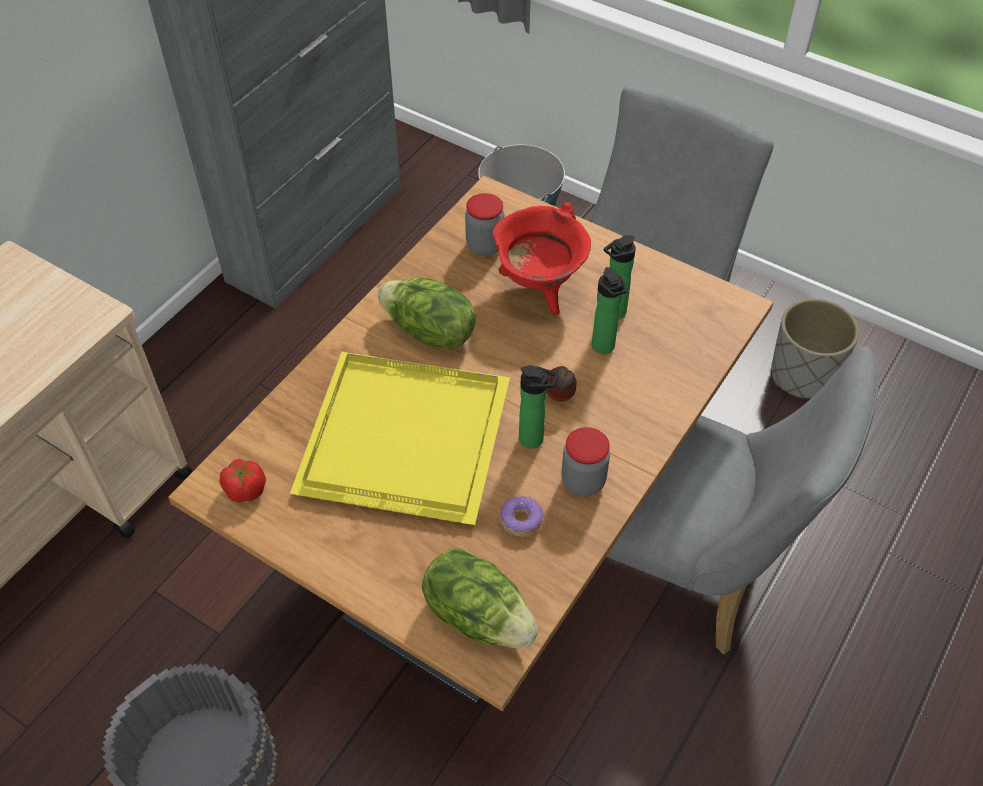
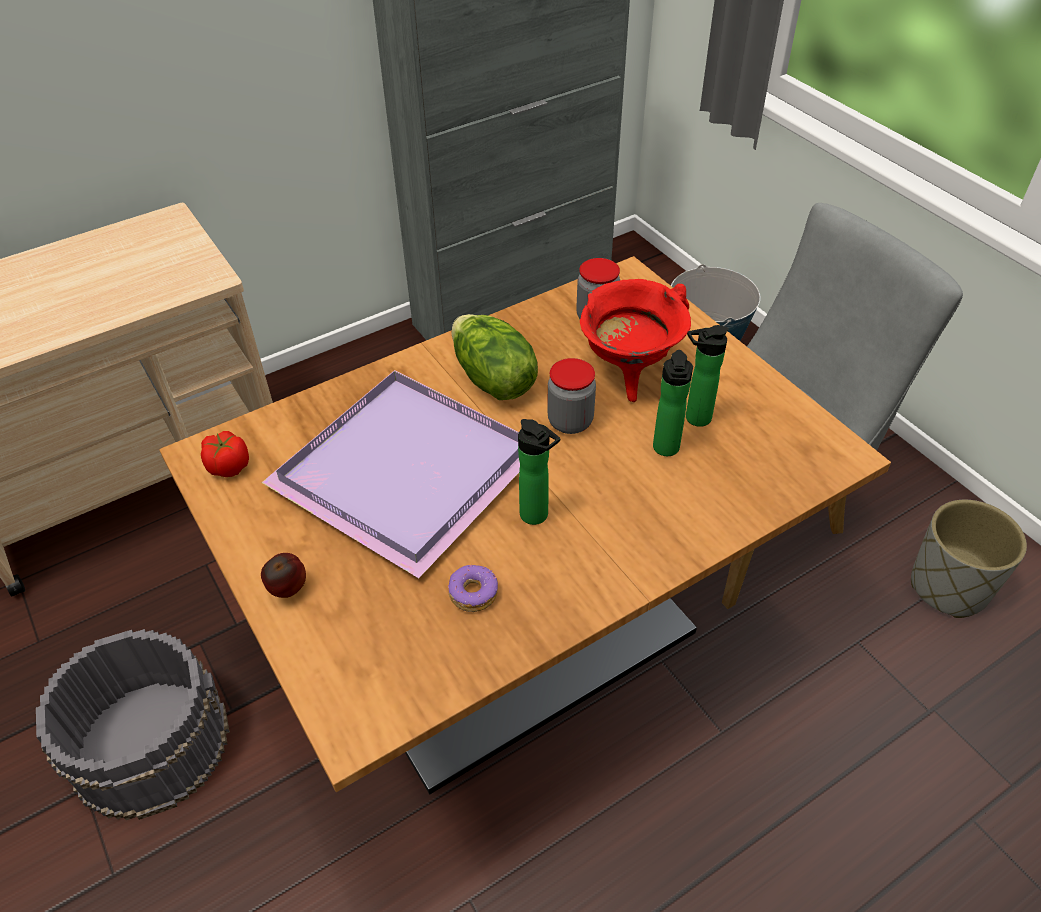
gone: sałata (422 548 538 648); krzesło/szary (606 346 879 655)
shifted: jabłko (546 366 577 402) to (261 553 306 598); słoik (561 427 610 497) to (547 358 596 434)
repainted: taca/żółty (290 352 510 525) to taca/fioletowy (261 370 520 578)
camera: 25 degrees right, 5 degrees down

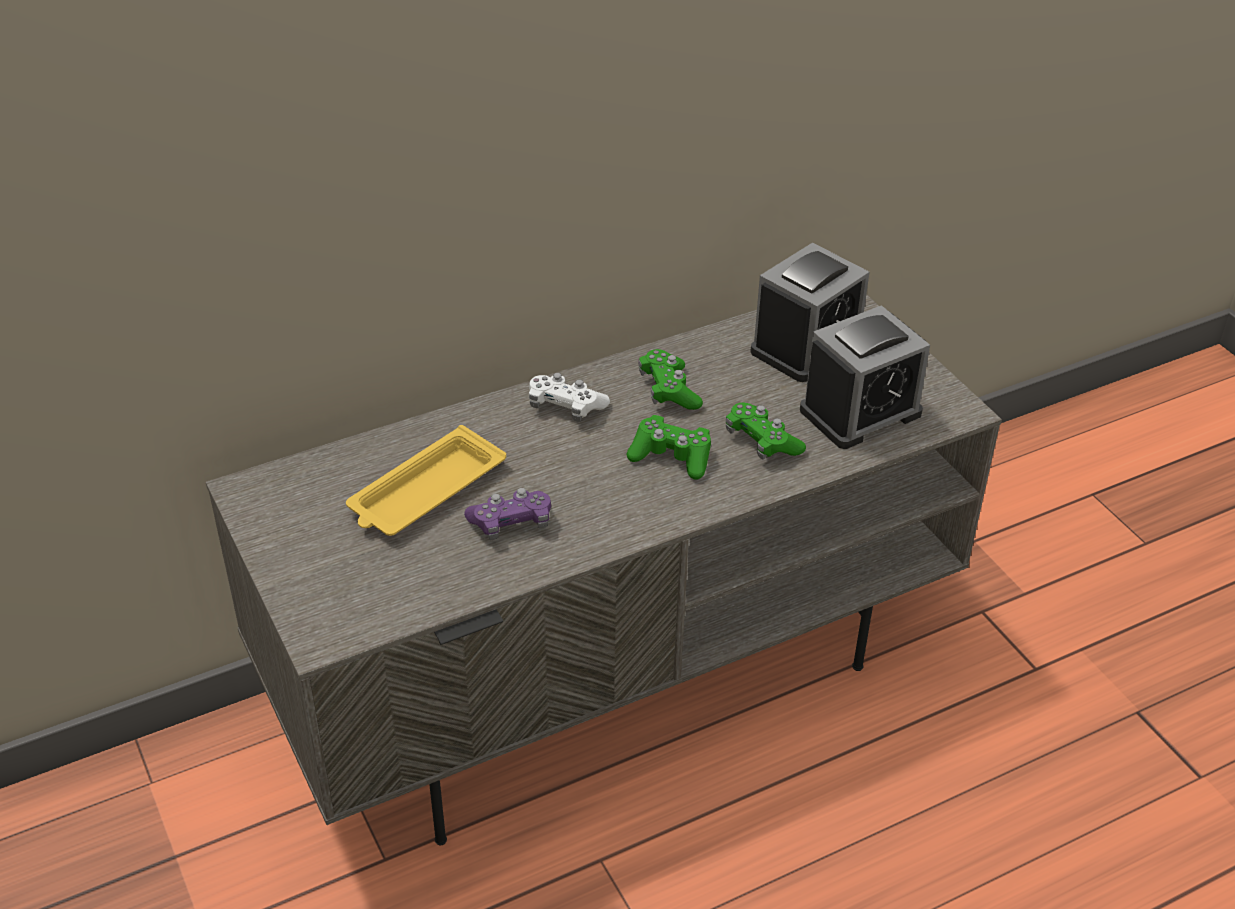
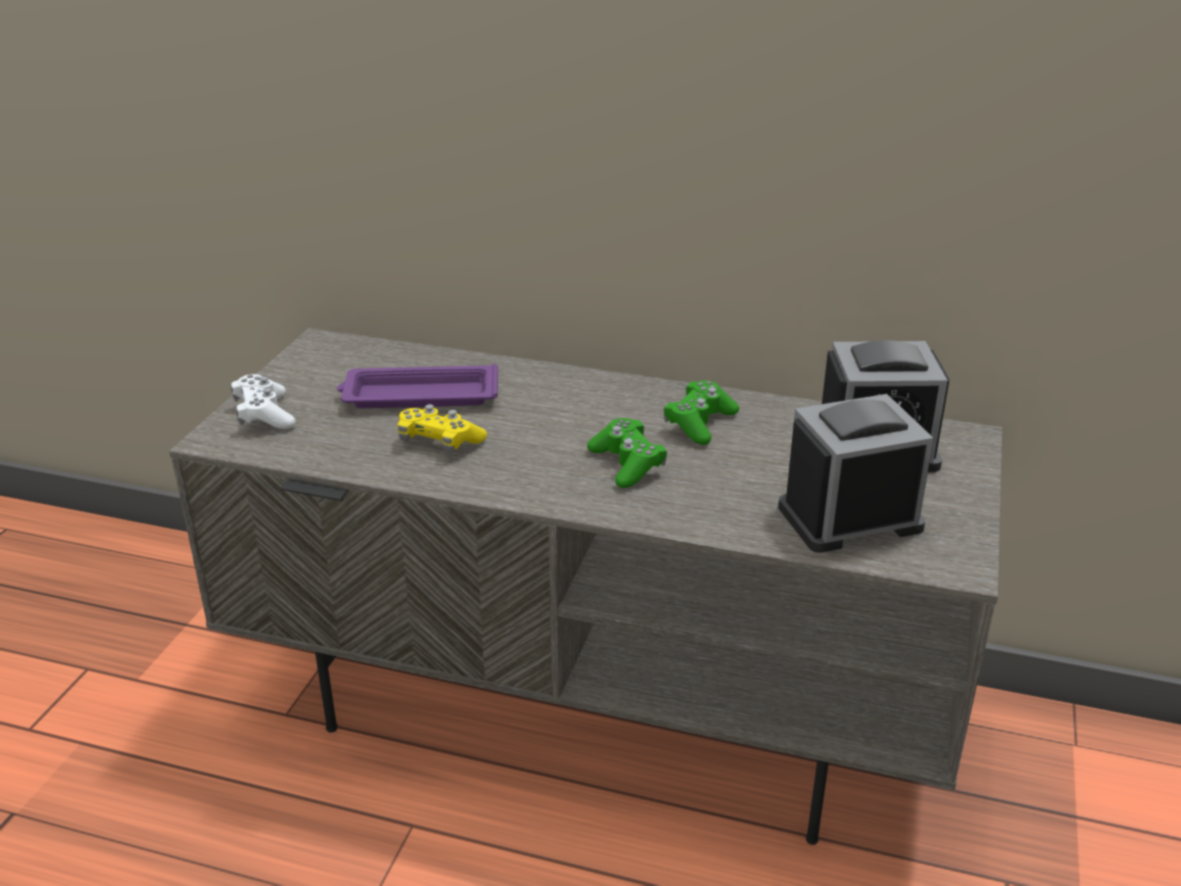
gone: pad do gier/zielony (726 403 806 459)
shifted: pad do gier/biały (529 373 610 422) to (231 374 295 429)
repainted: taca/żółty (346 425 506 536) to taca/fioletowy (337 364 498 408); pad do gier/fioletowy (464 488 551 540) to pad do gier/żółty (397 404 487 453)
rotated: budzik (800 305 930 449) = (778 394 934 553) 150 degrees clockwise
camera: 45 degrees right, 10 degrees down

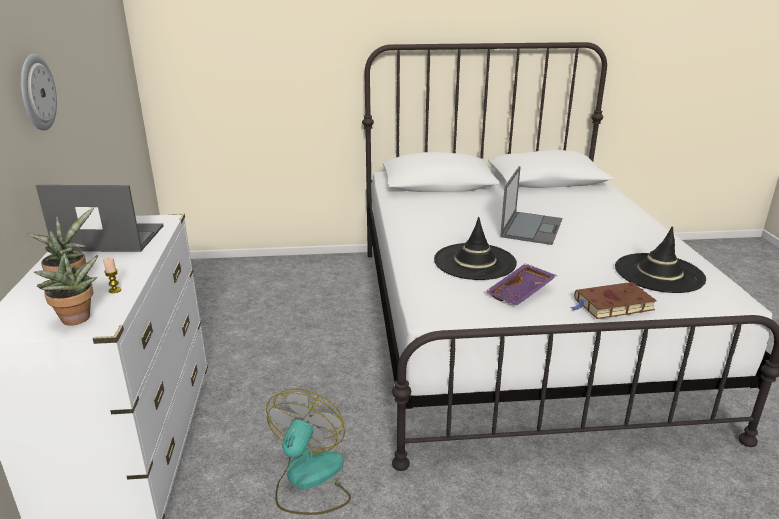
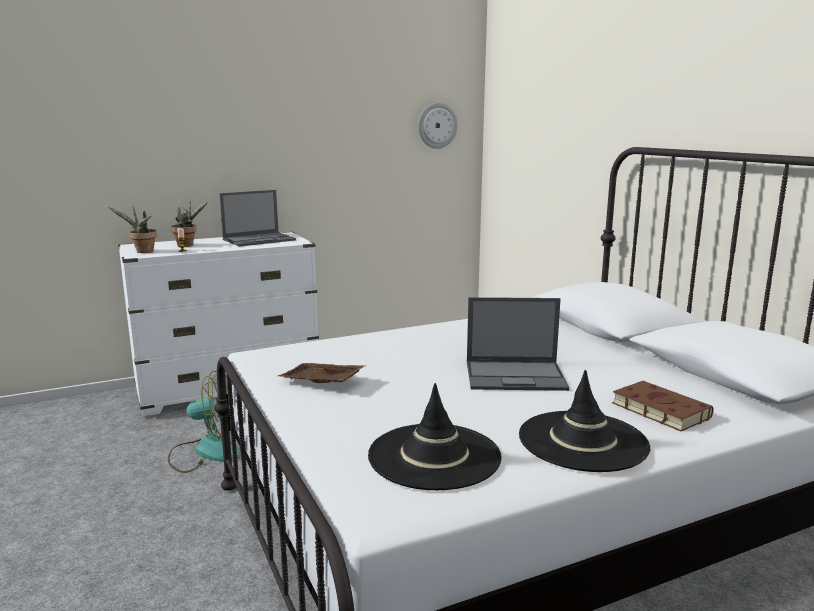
shifted: zegar ścienny (21 54 57 131) to (418 103 458 149); kapelusz/czarny (434 217 517 280) to (519 370 650 472); książka/brązowy (570 282 657 319) to (612 381 714 431)
repainted: taca/fioletowy (485 264 557 305) to taca/brązowy (278 363 365 383)
rotated: laptop (36 185 164 252) = (219 190 296 247) 75 degrees clockwise
camera: 70 degrees right, 10 degrees down

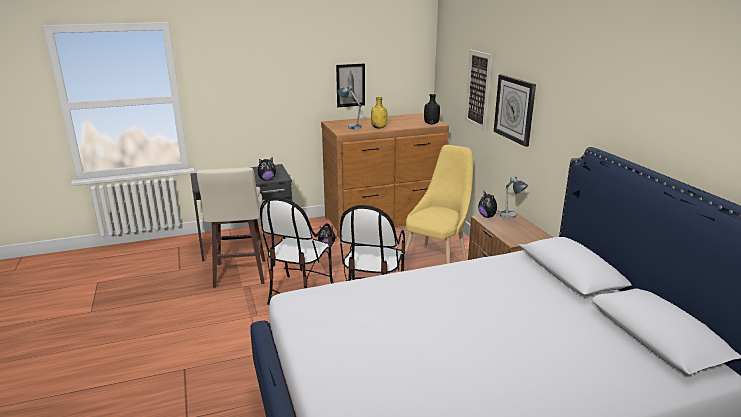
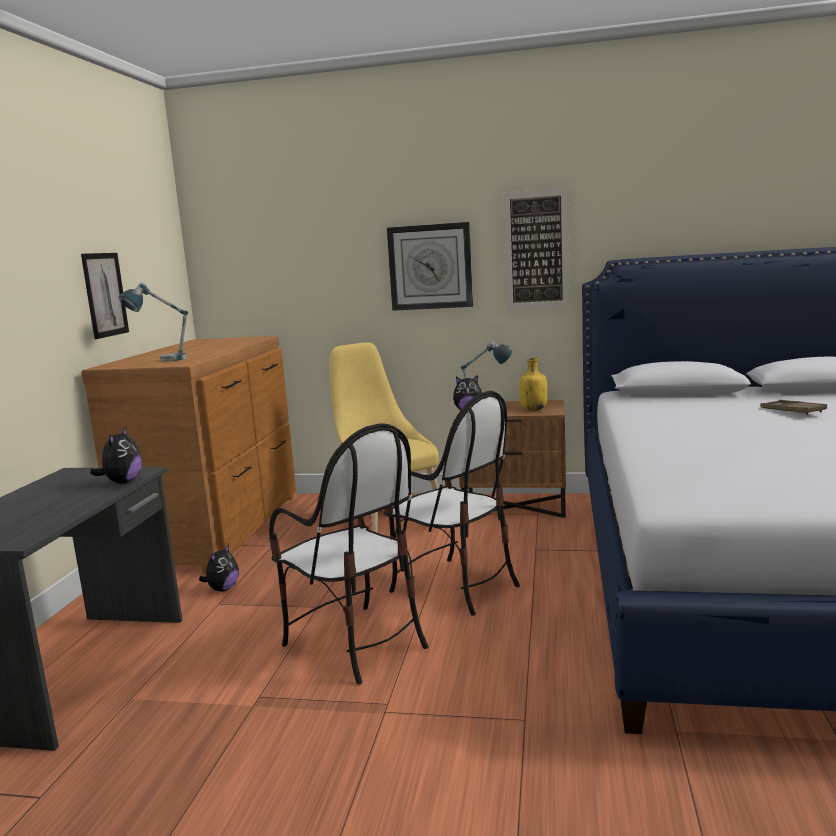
gone: stołek/beżowy (197 167 265 288); butelka/czarny (424 94 440 124)
new: taca/brązowy (761 400 827 415)
shifted: butelka/żółty (371 97 387 128) to (519 358 547 411); obraz (465 50 492 131) to (502 188 570 310)
camera: 60 degrees left, 10 degrees down

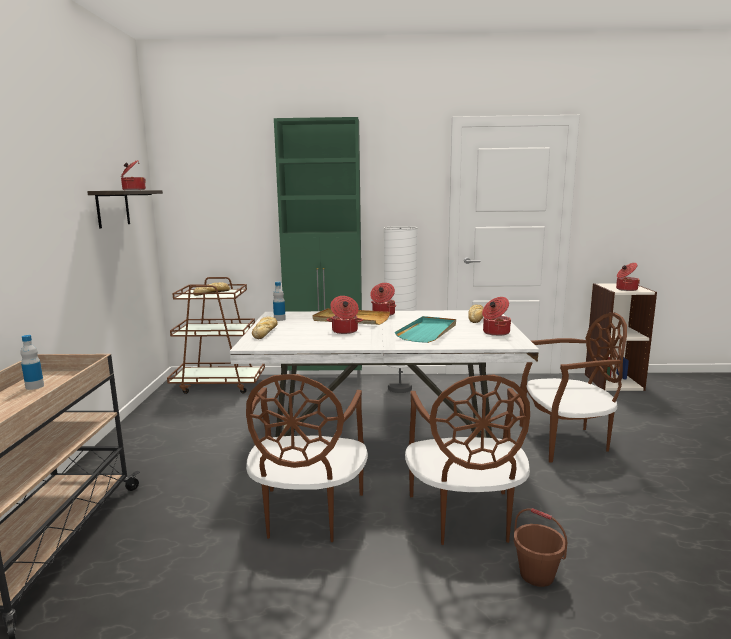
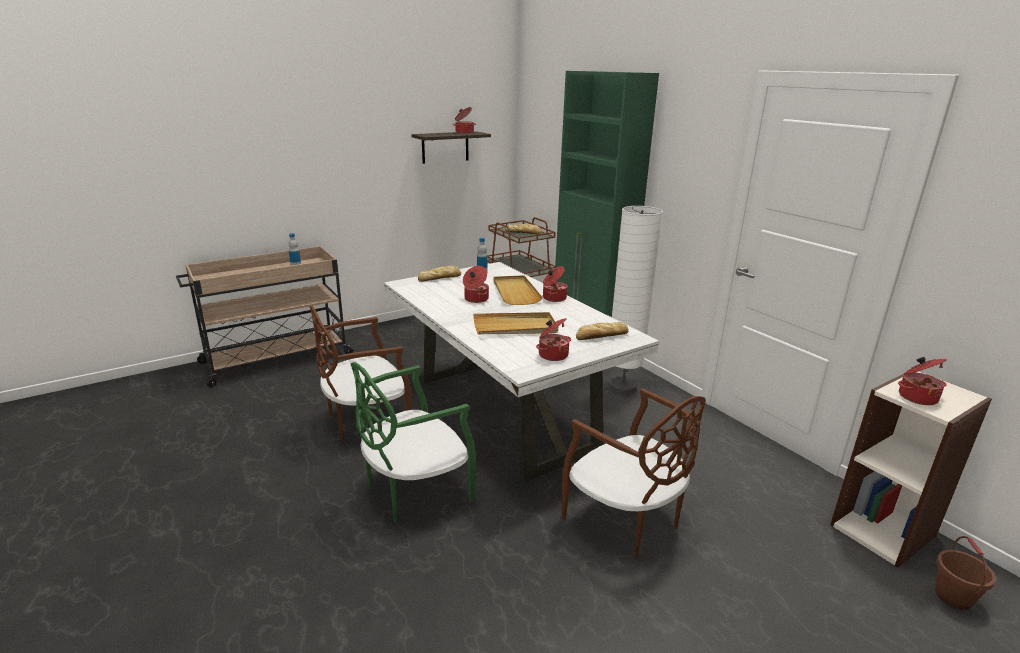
shifted: wiadro/brązowy (514 508 567 587) to (935 536 996 610)
repainted: taca/turkusowy (395 316 456 343) to taca/beżowy (473 312 558 334); krzesło/brązowy (405 375 530 545) to krzesło/zielony (350 362 476 522)
camera: 55 degrees right, 10 degrees up

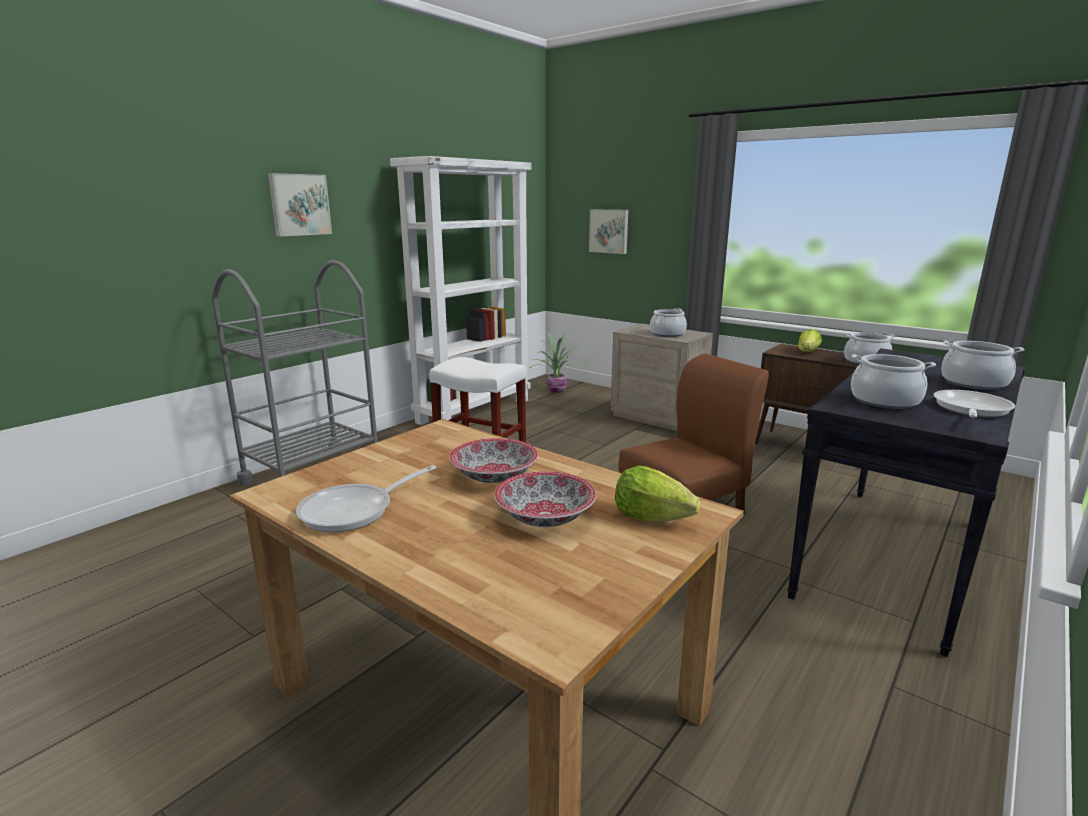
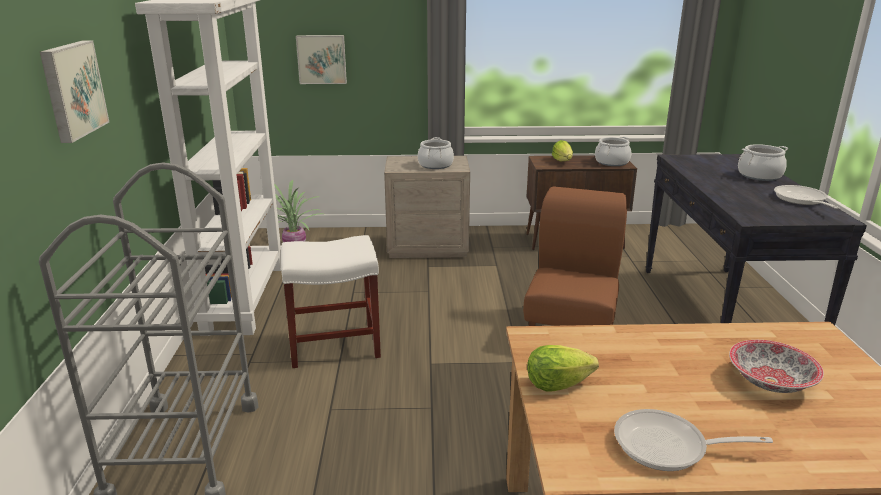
gone: miska (449 438 538 483); garnek (851 354 936 409)
shifted: sałata (615 465 701 522) to (527 345 599 392)
rotated: patelnia (296 465 437 532) = (614 409 773 471) 90 degrees clockwise
camera: 40 degrees left, 5 degrees up

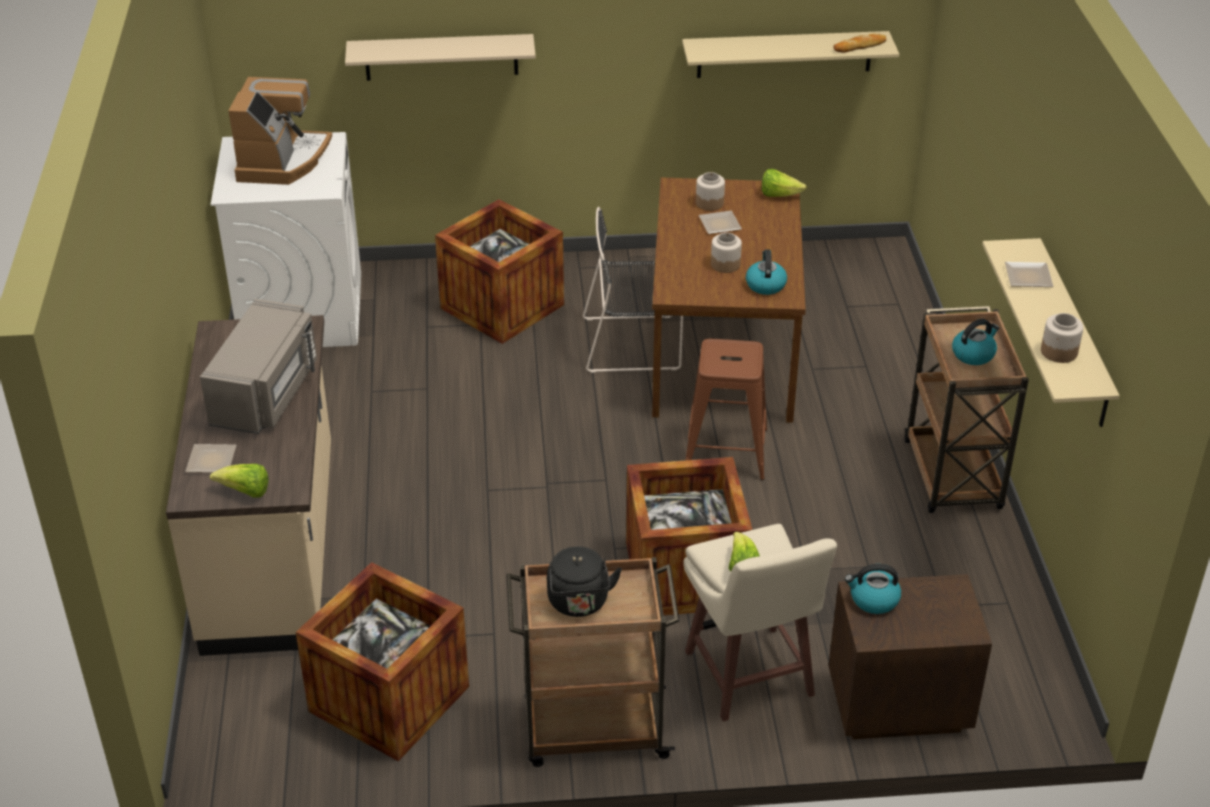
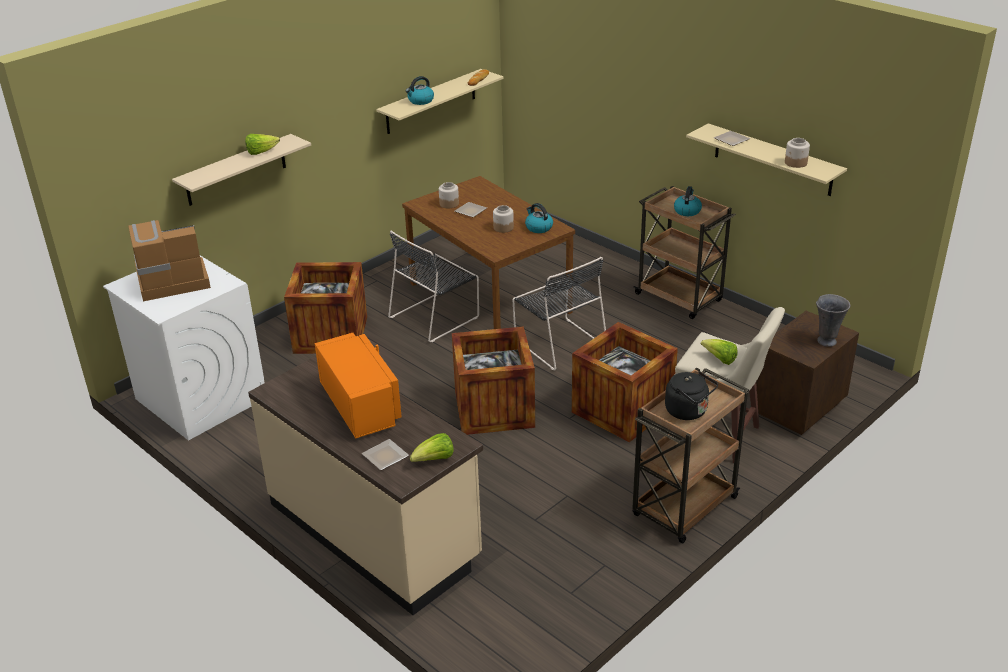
new: wazon/szary (816 294 850 347)
shifted: skrzynka (296 562 469 761) to (452 326 535 435); sałata (761 169 807 197) to (245 134 280 155); czajnik (845 564 901 614) to (405 76 434 105)
swapped: stołek/brązowy (686 339 767 480) to krzesło/czarny (512 257 606 370)
repainted: mikrofalówka/szary (200 299 317 434) to mikrofalówka/pomarańczowy (315 333 402 438)
rotated: ekspres do kawy (228 77 332 185) = (128 220 211 301) 75 degrees counterclockwise
camera: 40 degrees left, 5 degrees down

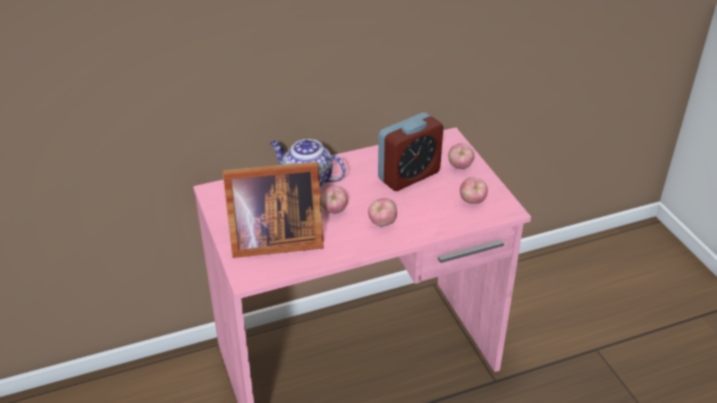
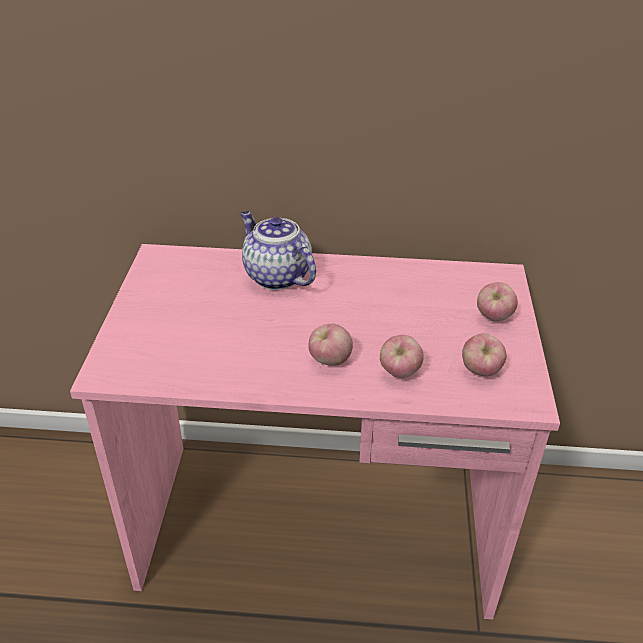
gone: ramka na zdjęcie (223 162 324 258); budzik (378 112 443 191)
shifted: jabłko (320 186 348 214) to (380 335 424 378)
camera: 25 degrees right, 0 degrees up

